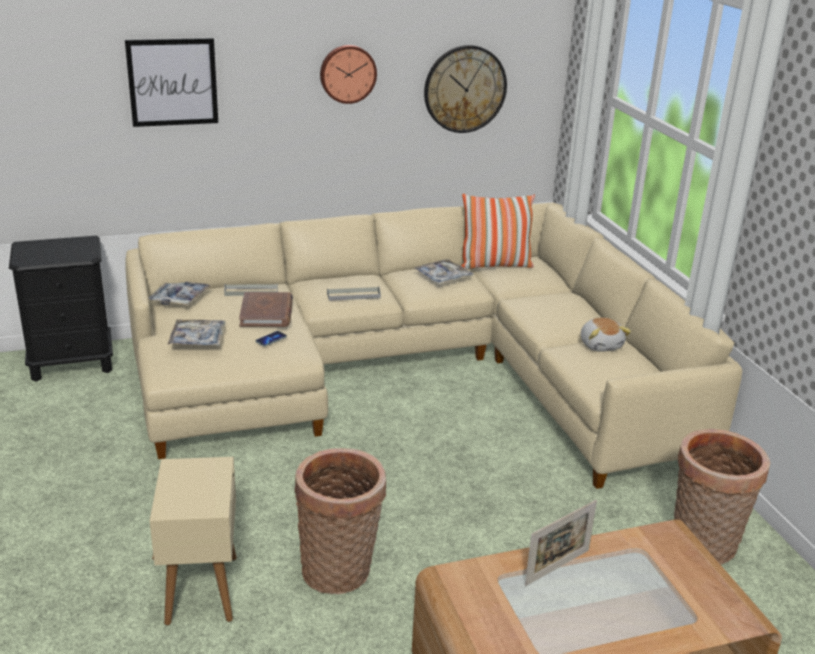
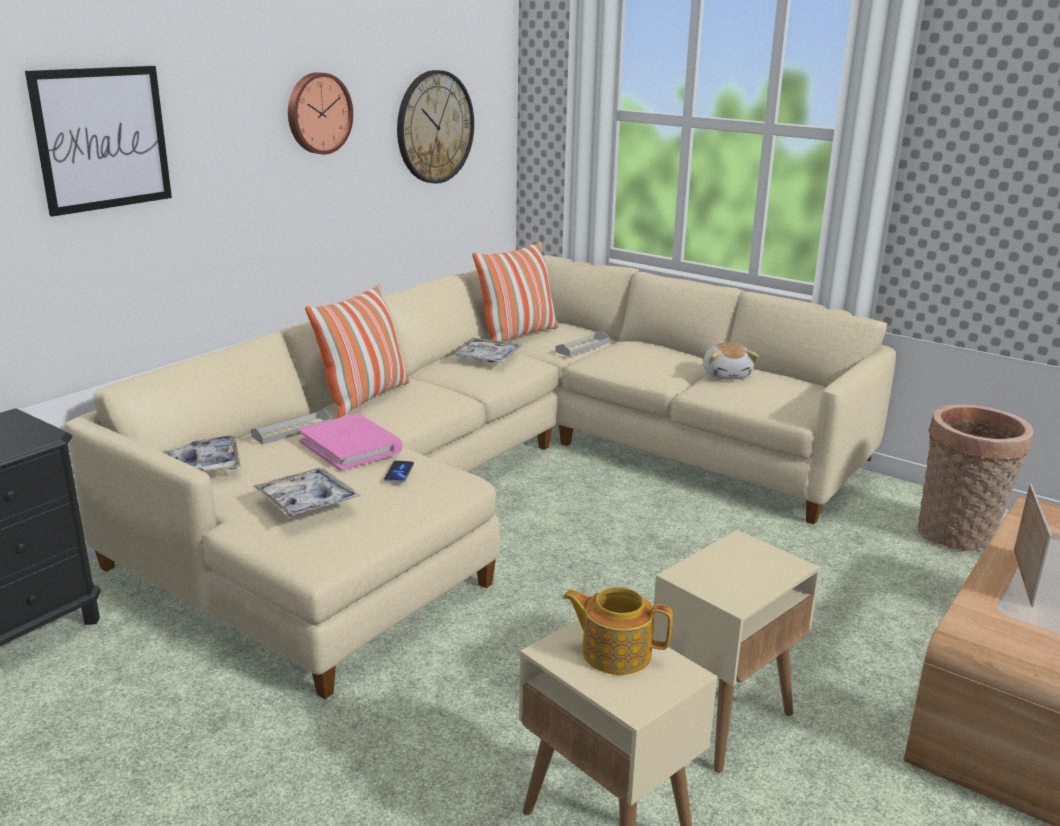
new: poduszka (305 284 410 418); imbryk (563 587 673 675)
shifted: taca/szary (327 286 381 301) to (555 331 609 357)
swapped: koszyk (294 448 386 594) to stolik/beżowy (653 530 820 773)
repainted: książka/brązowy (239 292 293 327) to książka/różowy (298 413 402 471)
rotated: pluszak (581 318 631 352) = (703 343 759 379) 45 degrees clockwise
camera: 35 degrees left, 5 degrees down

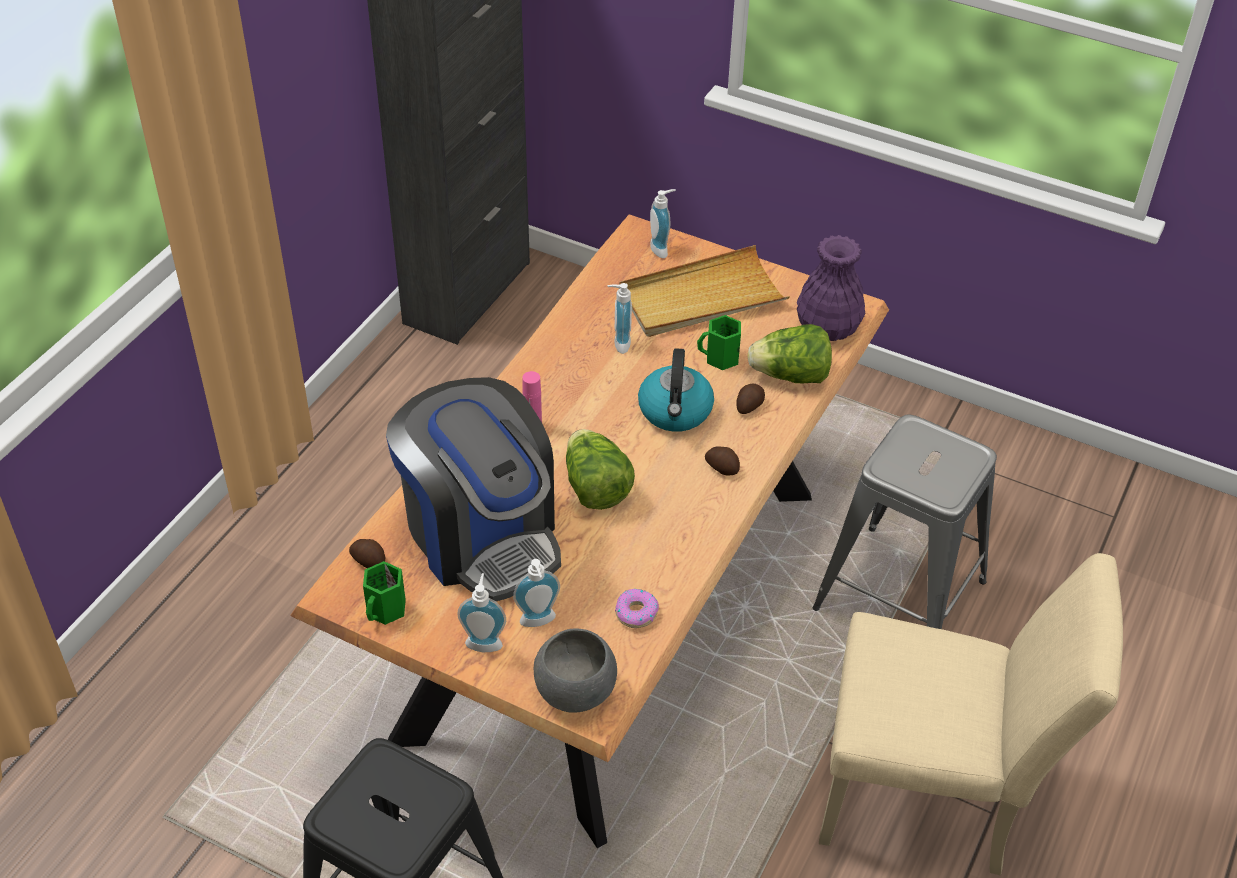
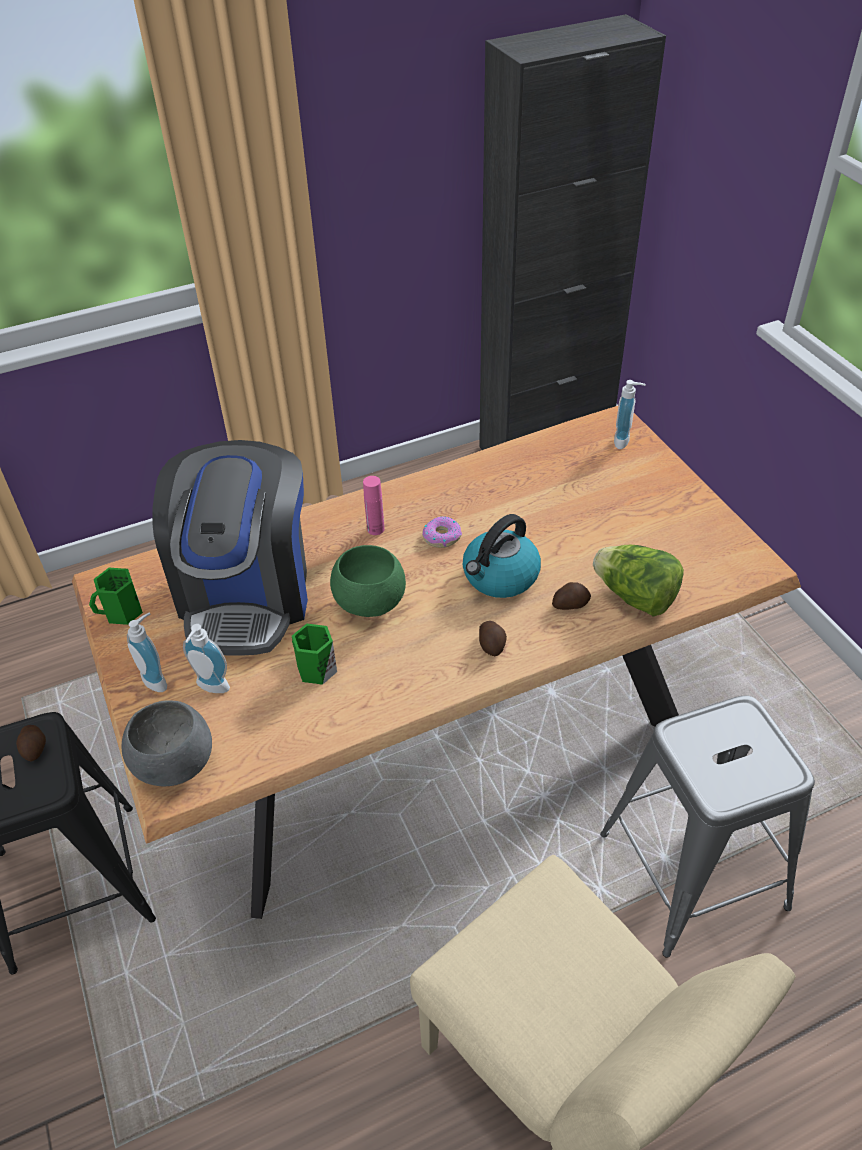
gone: dozownik mydła (607 283 632 354); taca/beżowy (619 245 790 337); wazon/fioletowy (797 235 865 341)
shifted: ziemniak (349 539 385 568) to (16 725 46 761); donut (615 589 659 628) to (422 516 462 548); kubek/zielony (697 315 741 370) to (292 624 337 685)
swapped: sałata (566 429 635 510) to miska/zielony (330 545 406 617)
camera: 40 degrees right, 0 degrees up

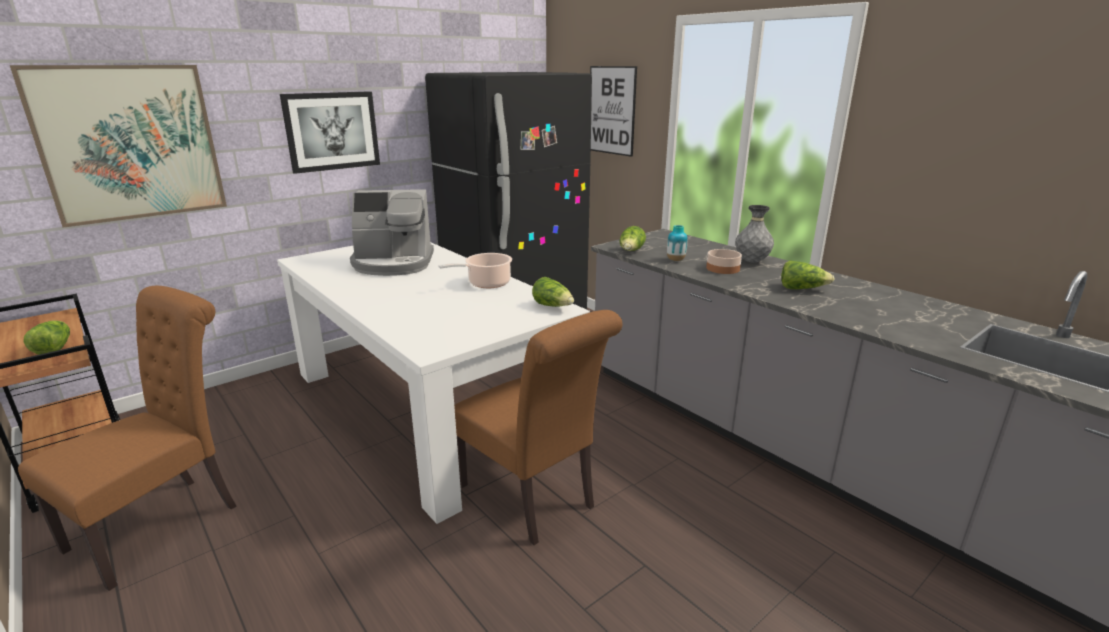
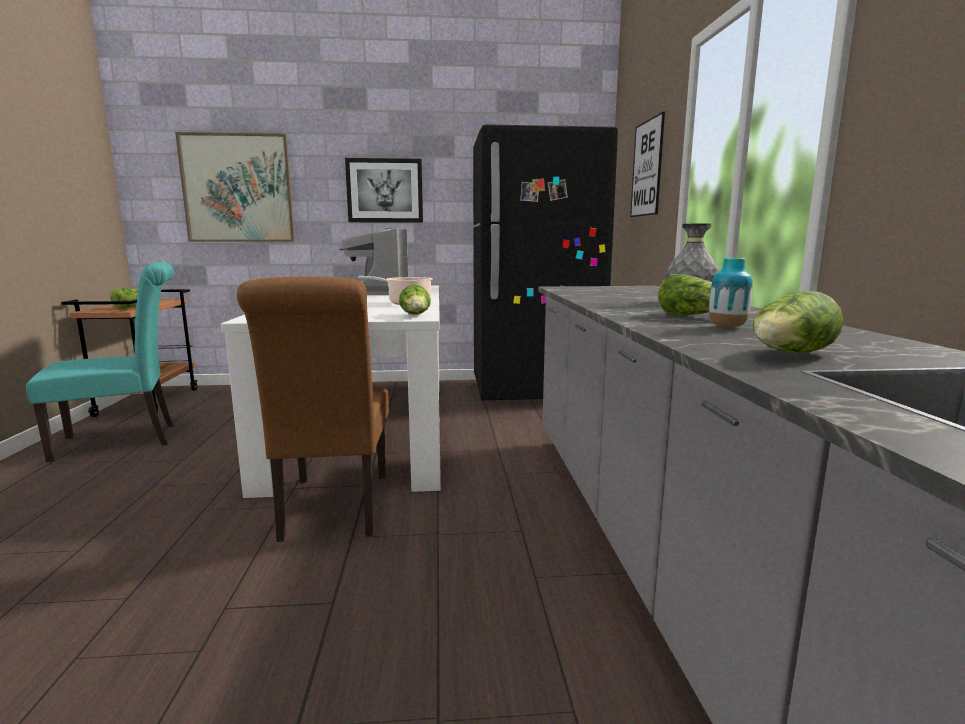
gone: miska (706 249 742 274)
shifted: sałata (619 226 646 251) to (753 291 844 353); wazon (667 225 687 261) to (709 258 753 328)
repainted: krzesło/brązowy (18 286 236 591) to krzesło/turkusowy (26 262 174 463)
rotated: ekspres do kawy (350 189 434 276) = (339 228 408 295) 60 degrees clockwise
camera: 35 degrees right, 10 degrees down

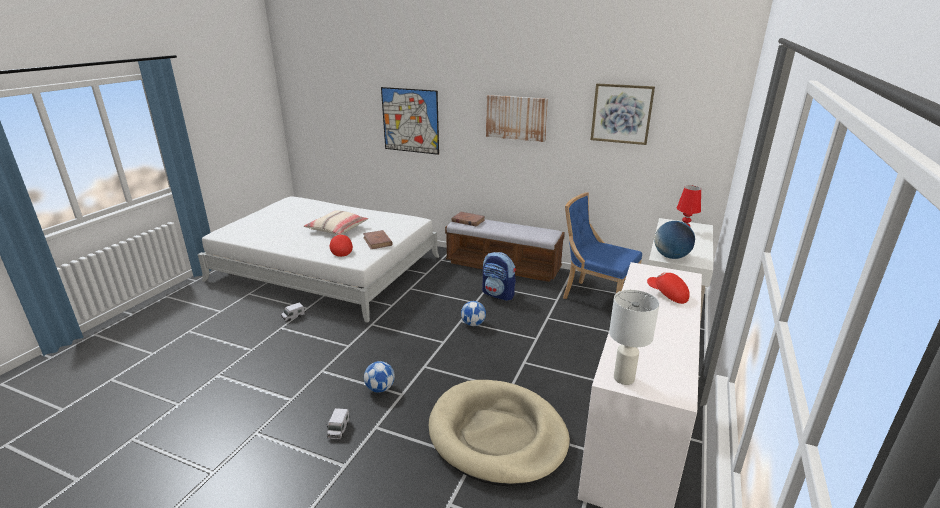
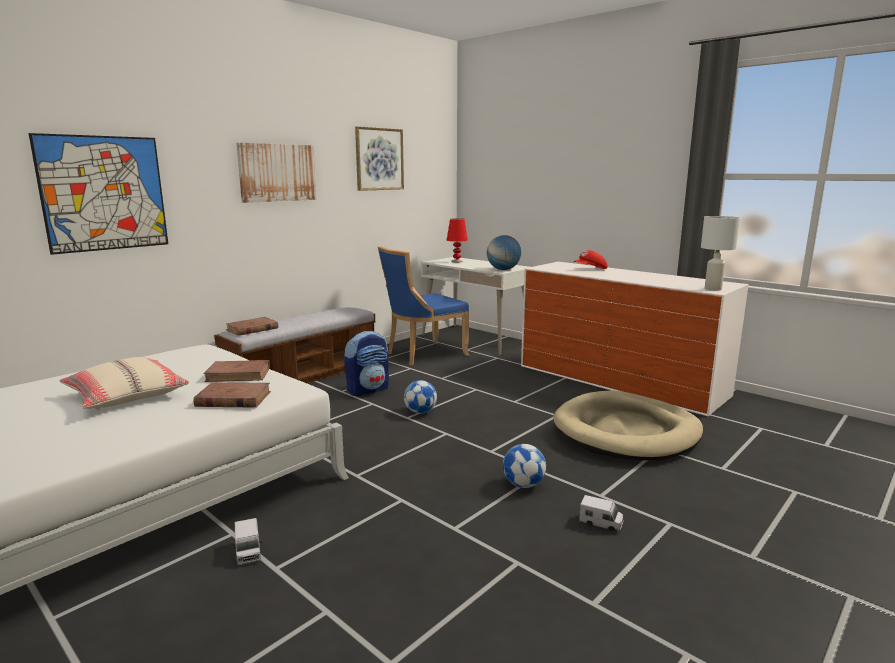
swapped: czapka z daszkiem/czerwony (330 234 353 257) to książka/brązowy (193 382 271 408)
camera: 70 degrees left, 10 degrees down

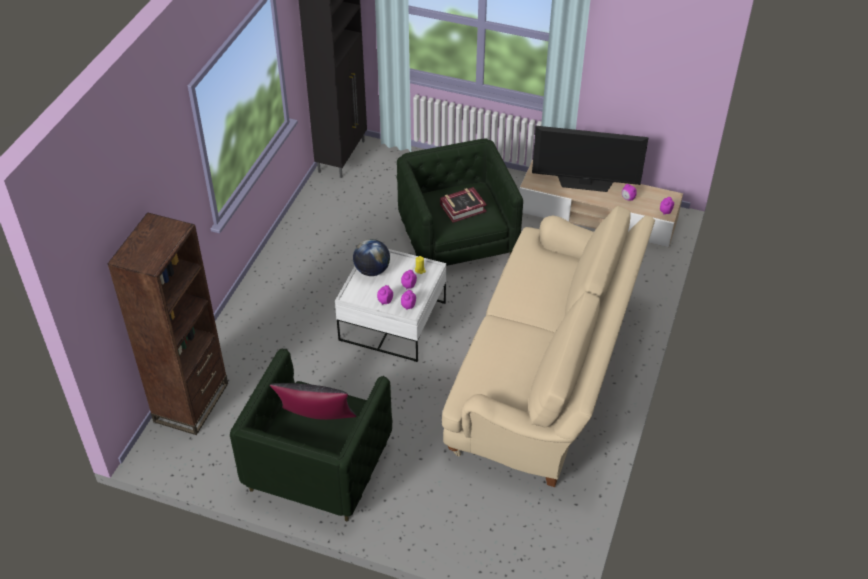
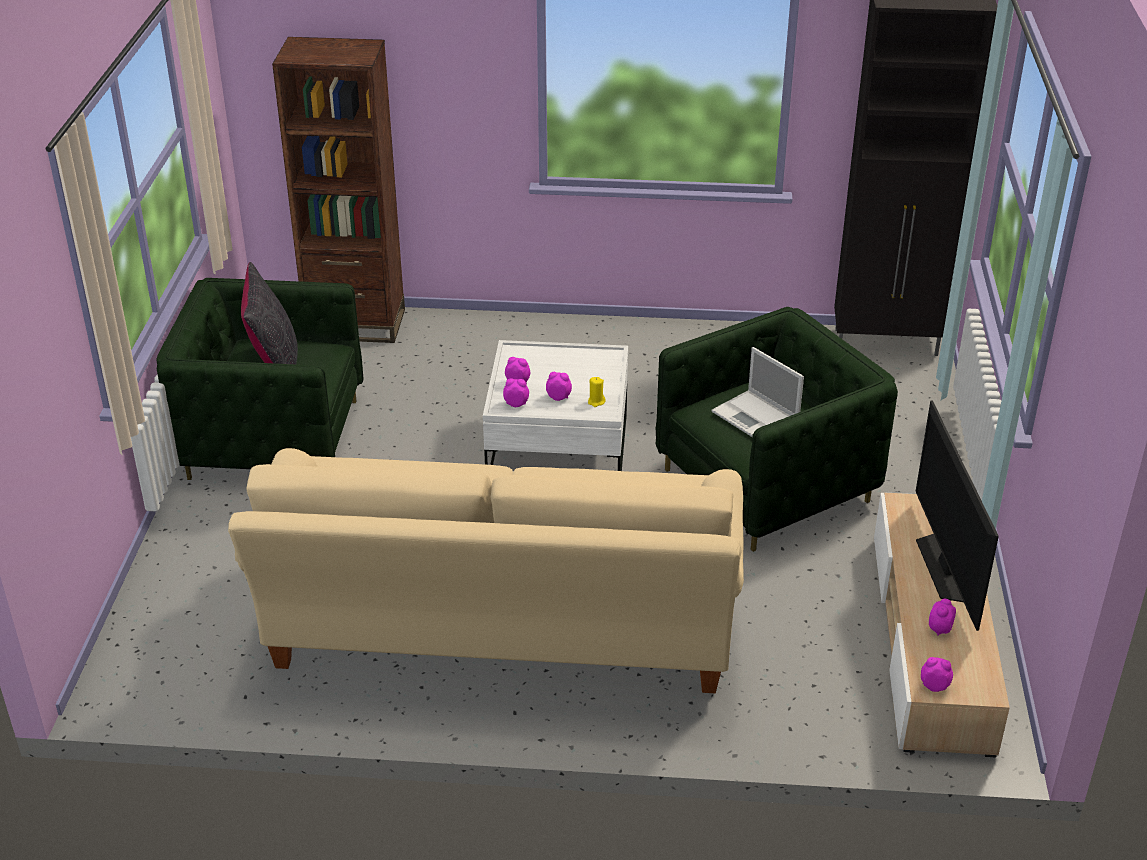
gone: globus (353 239 390 276)
swapped: książka (440 187 487 223) to laptop (712 347 804 437)
camera: 75 degrees right, 10 degrees down

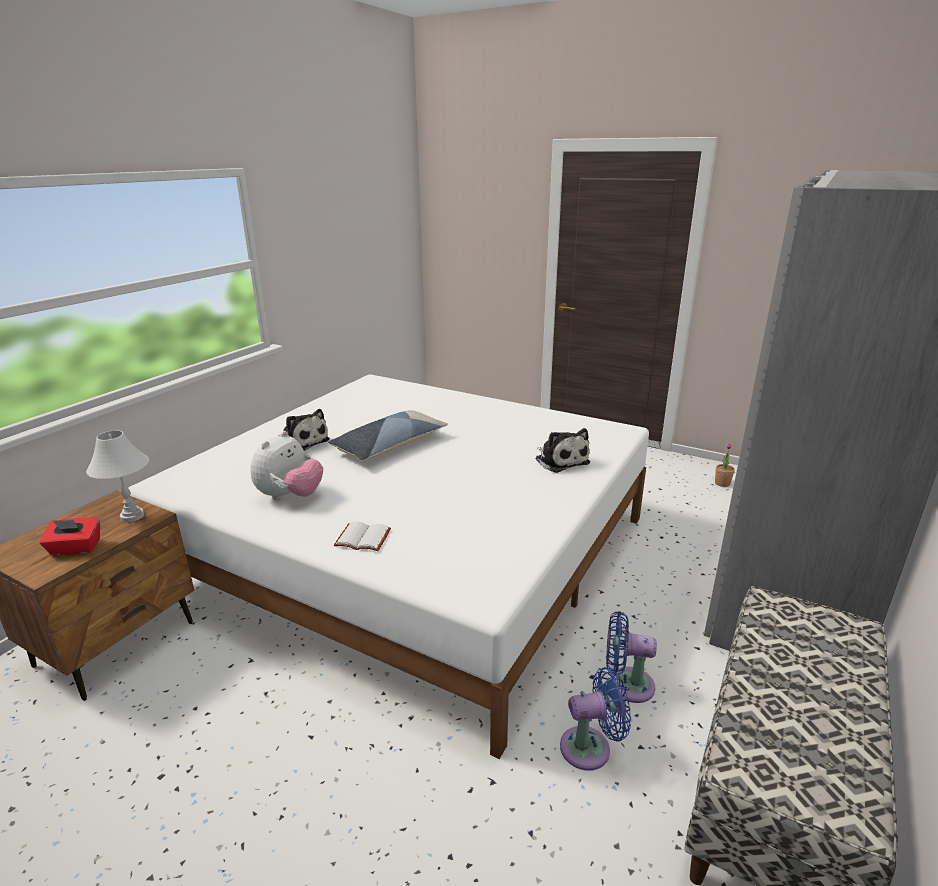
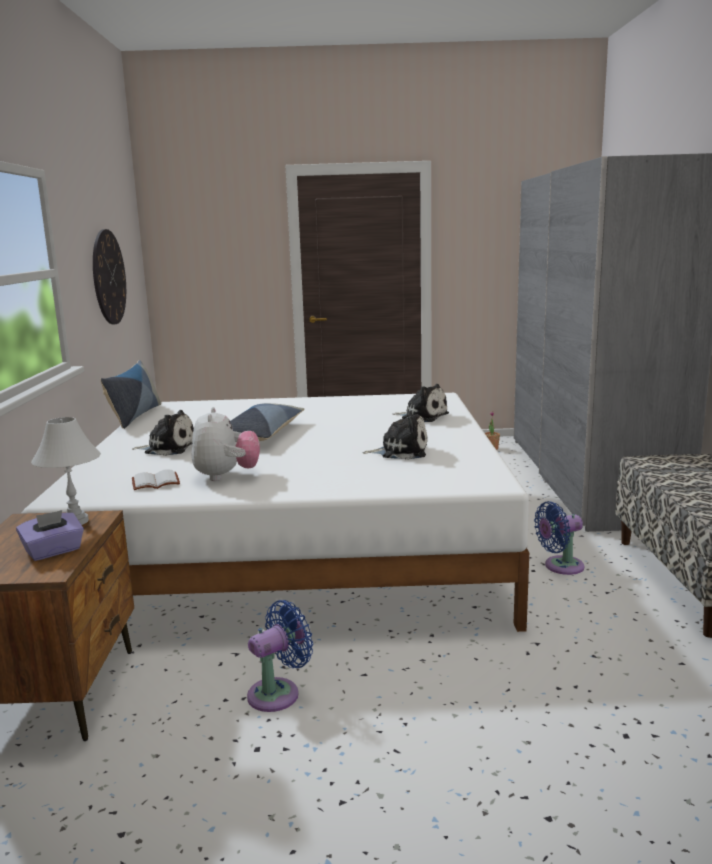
new: zegar ścienny (93 229 126 324); poduszka (100 360 161 429); pluszak (363 411 428 460)
shifted: książka/biały (334 521 391 551) to (132 469 180 490); wentylator/niebieski (560 667 631 771) to (247 600 313 712)
repainted: pudełko chusteczek/czerwony (39 517 100 555) to pudełko chusteczek/fioletowy (16 510 84 561)
camera: 30 degrees left, 10 degrees down

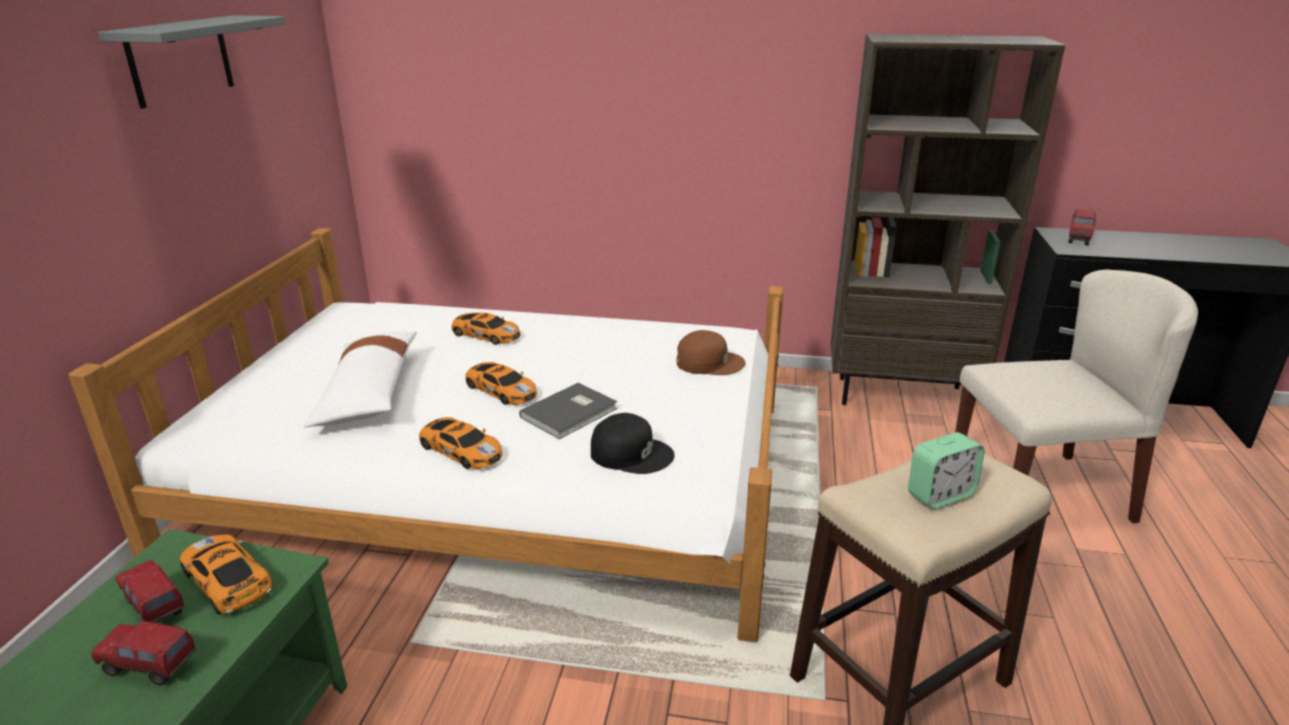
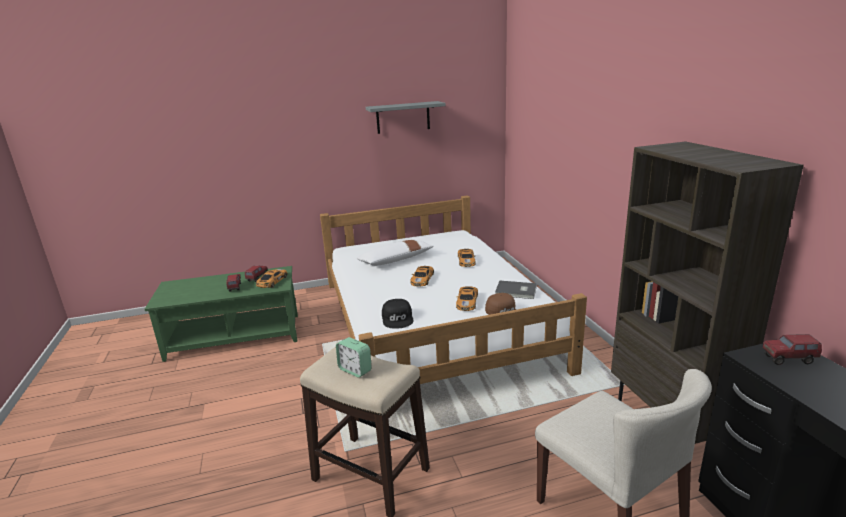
shifted: samochodzik (419 417 502 469) to (456 286 478 311); książka/szary (519 383 618 439) to (495 280 537 299)
camera: 65 degrees right, 5 degrees down

